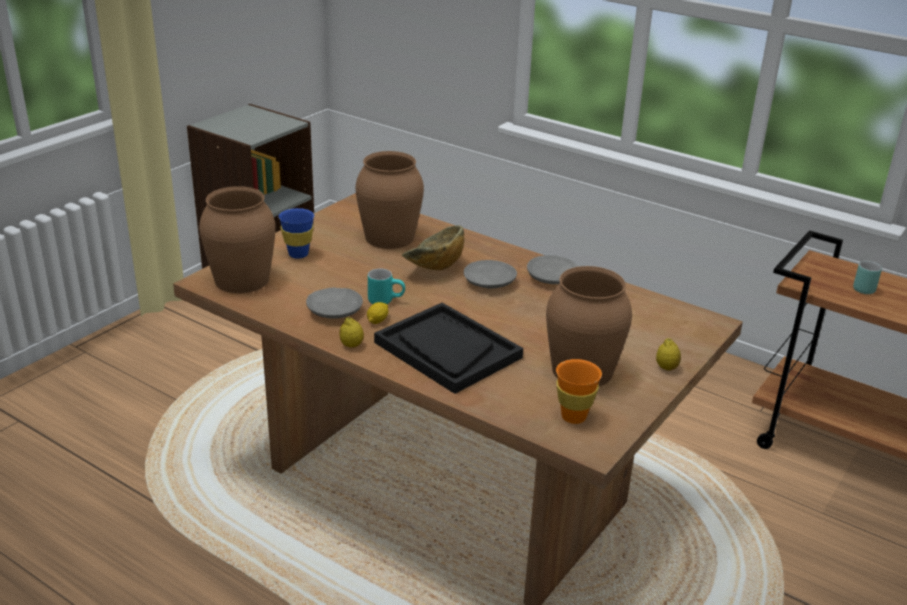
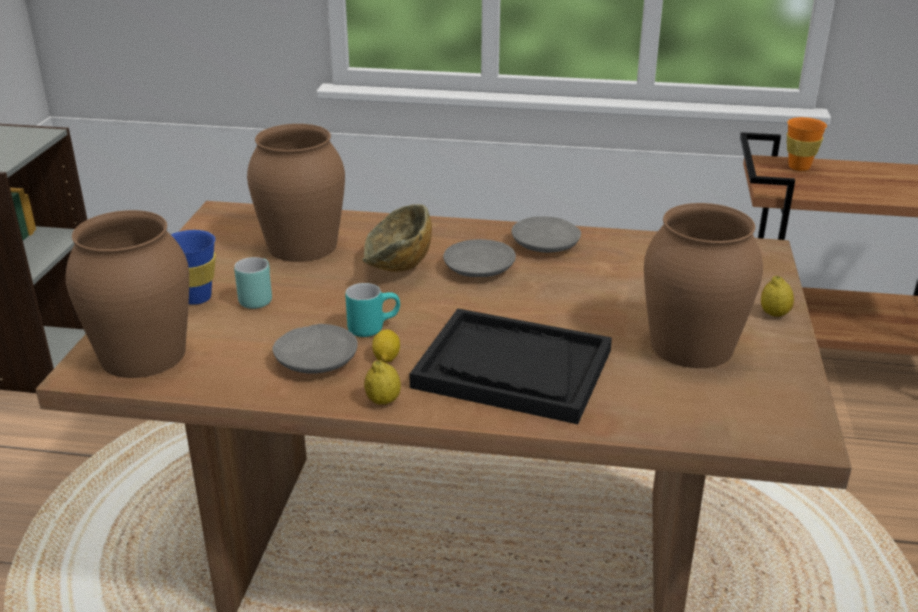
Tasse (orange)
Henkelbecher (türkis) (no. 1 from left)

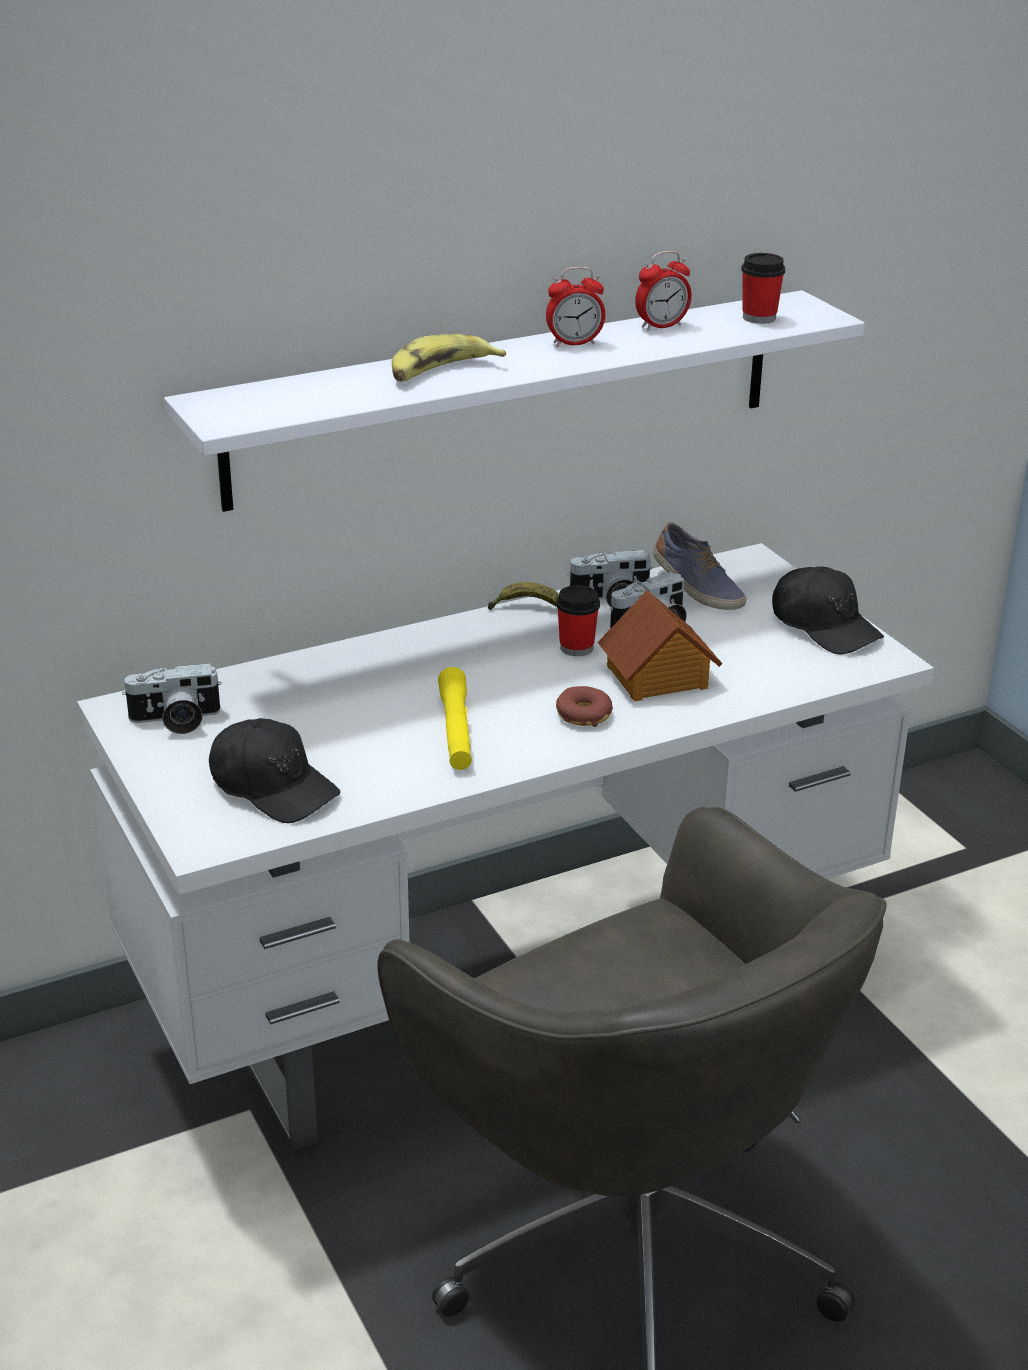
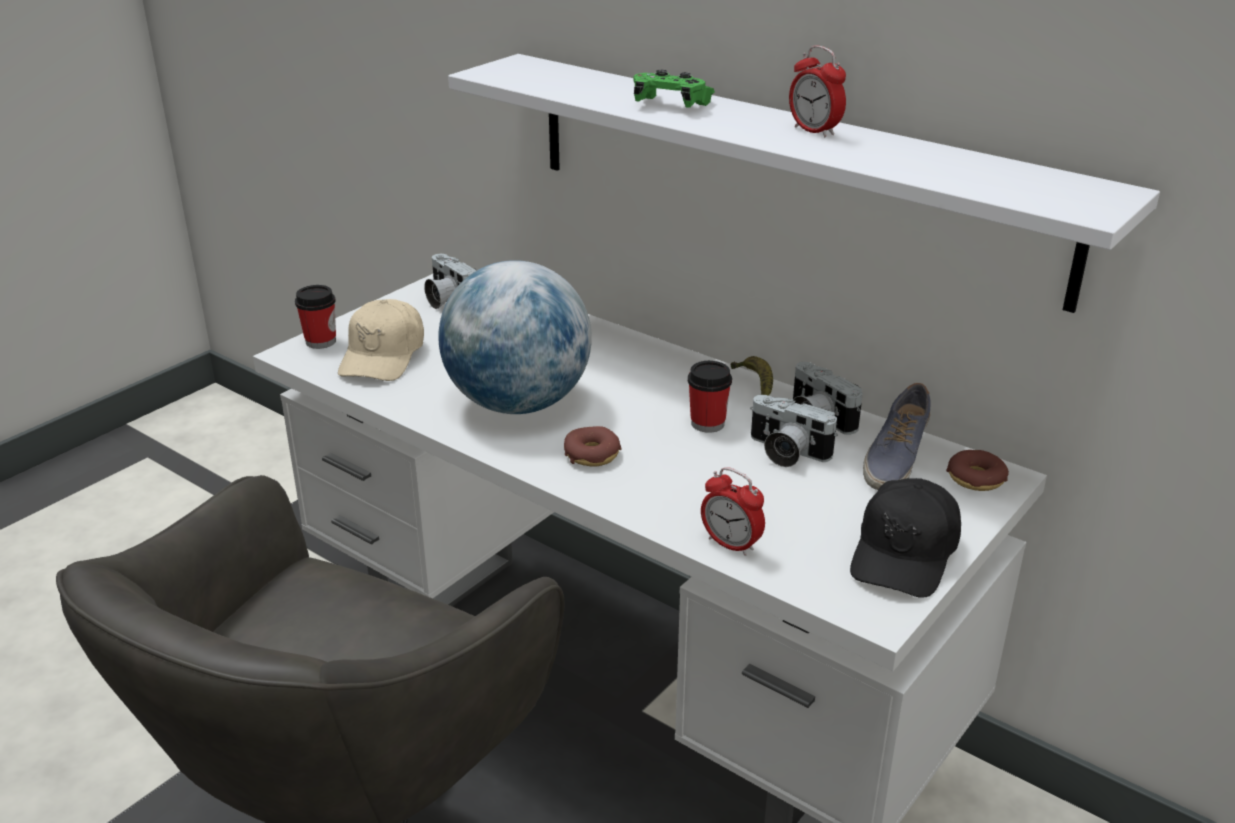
Spielzeughaus
Donut (no. 2 from left)
Wecker (no. 1 from left)
Tasse (no. 1 from left)
Gamepad (grün)
Globus
Kappe (beige)

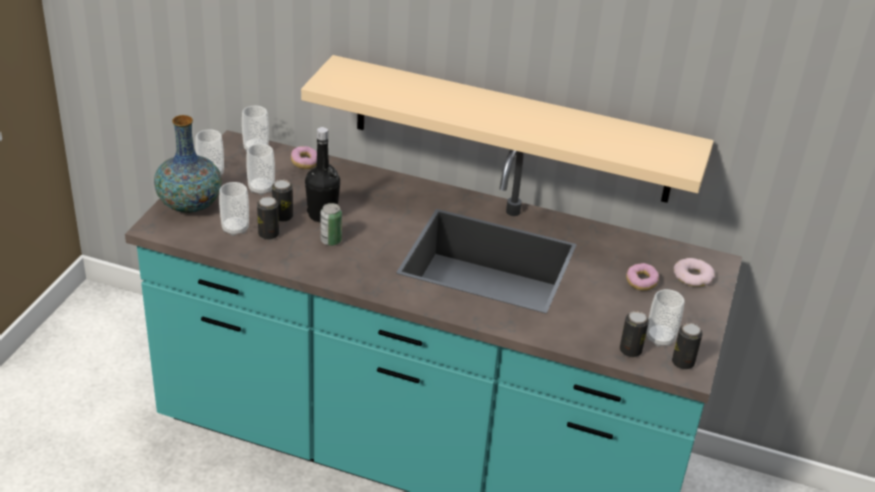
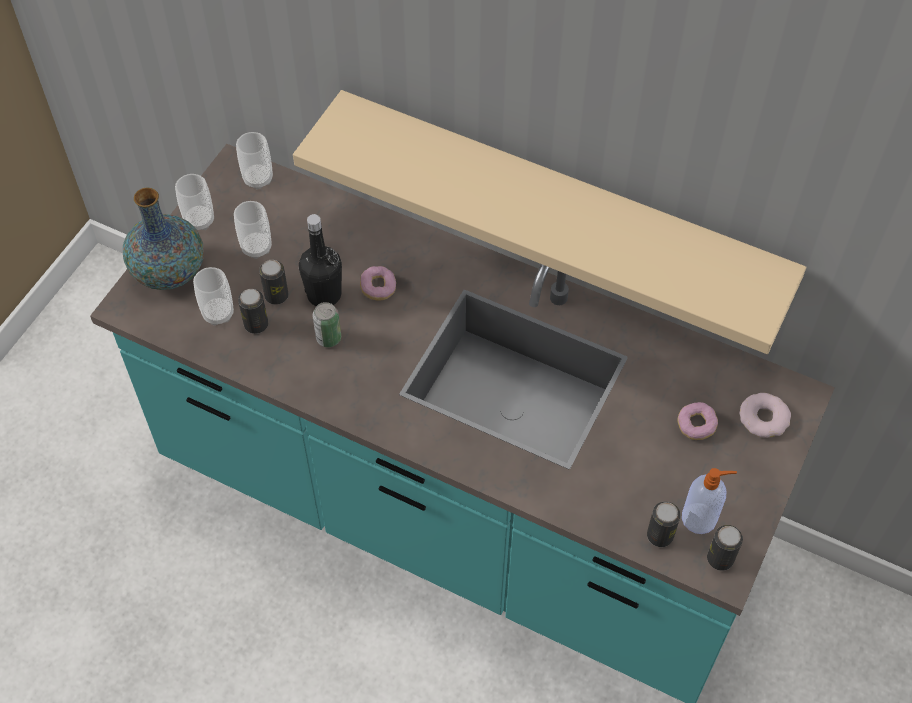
Donut (no. 1 from left)
Seifenspender

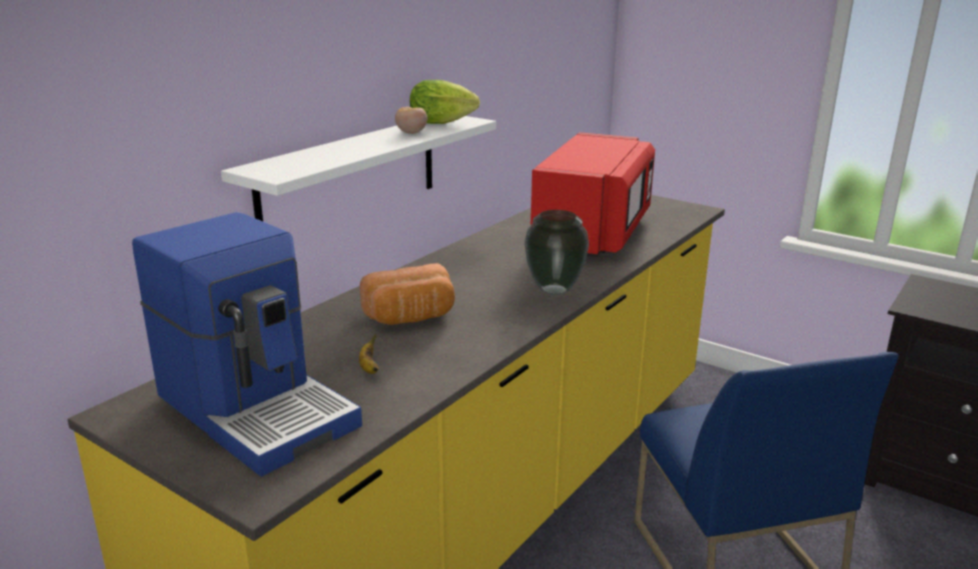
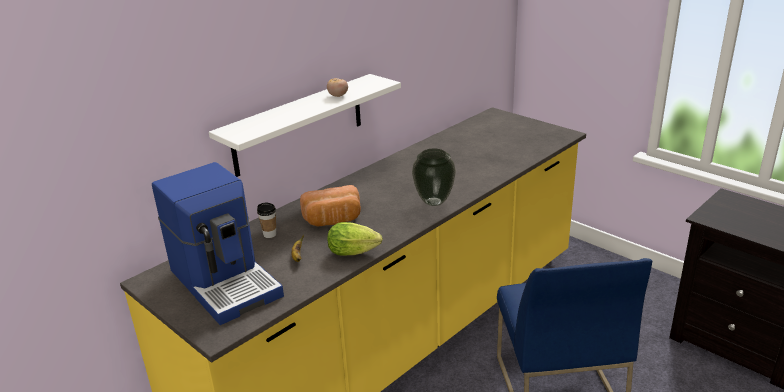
Mikrowelle (rot)
Tasse
Salatkopf

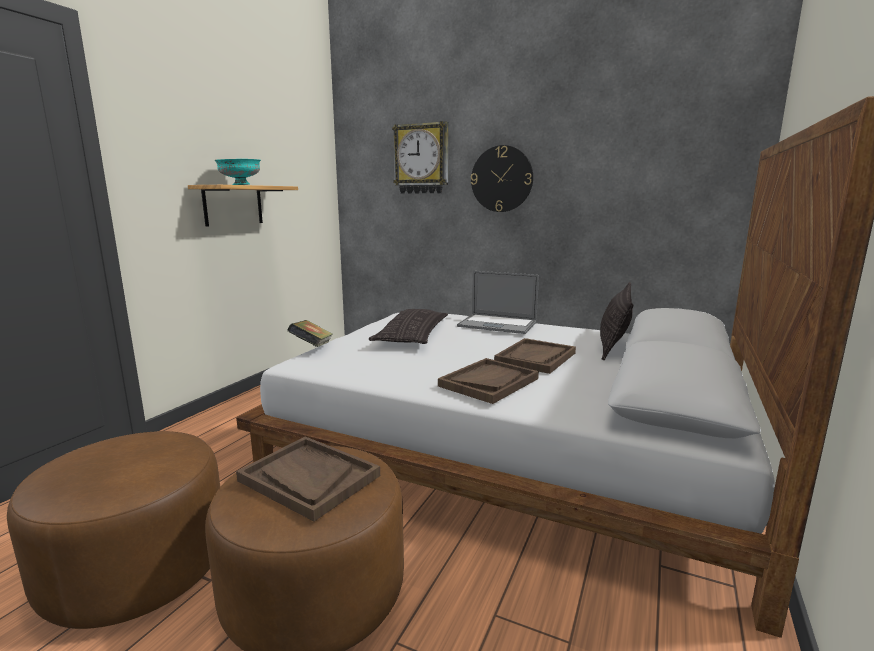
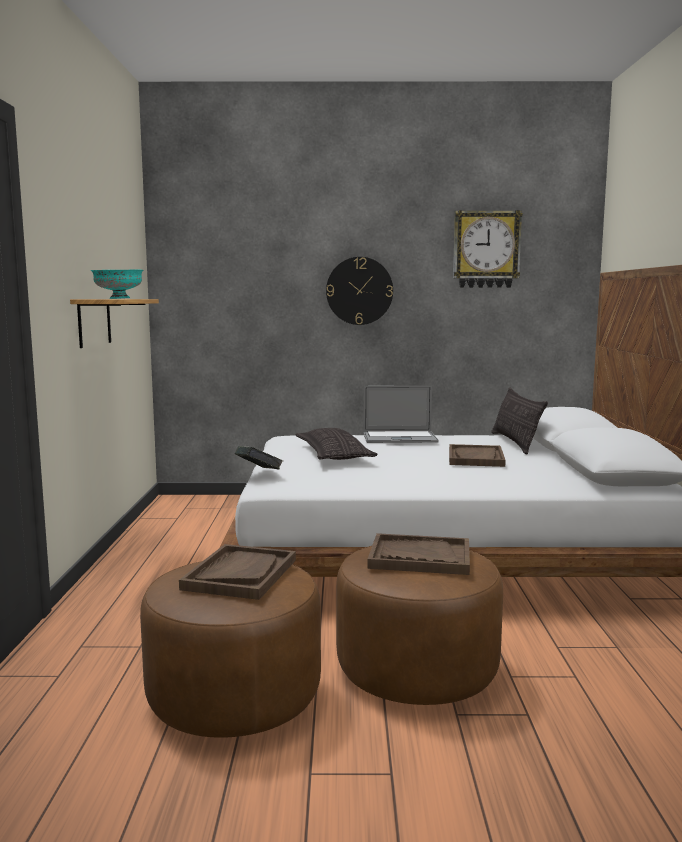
Wanduhr (no. 2 from left)
Tablett (braun) (no. 1 from left)

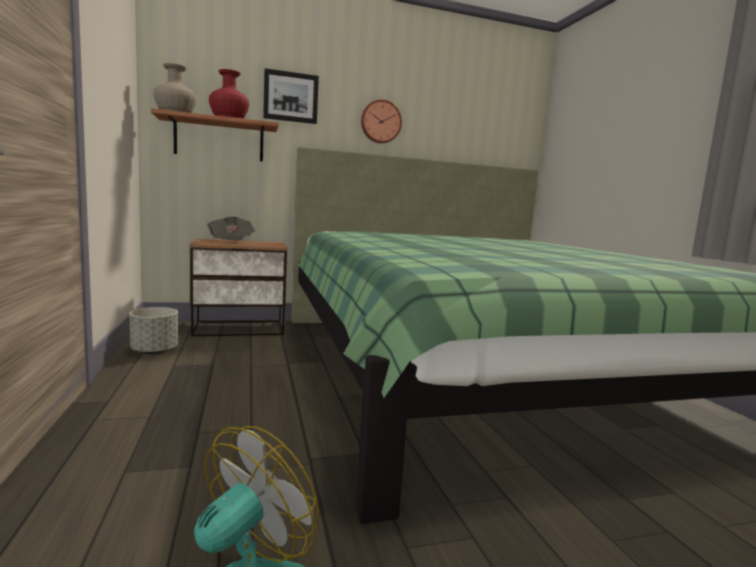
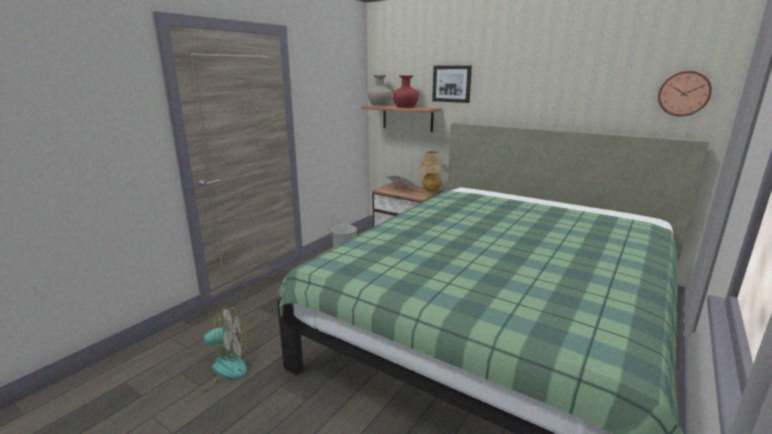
Tischlampe
Wanduhr

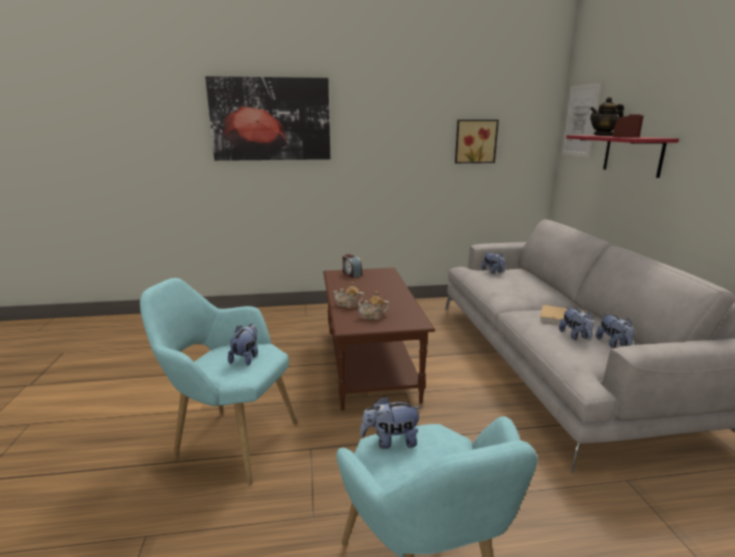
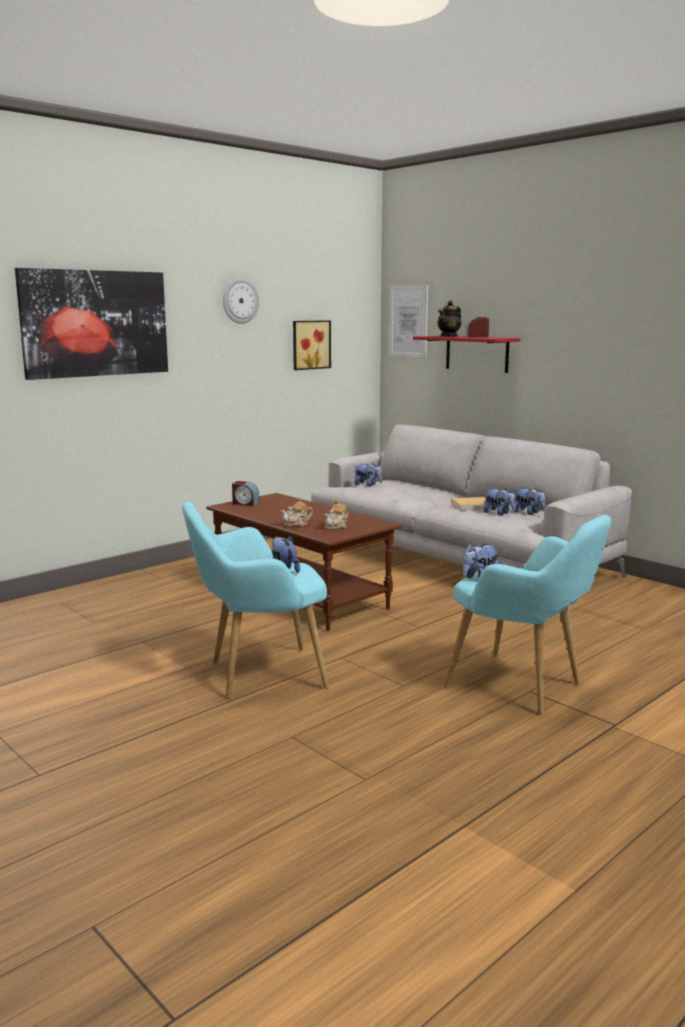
Wanduhr

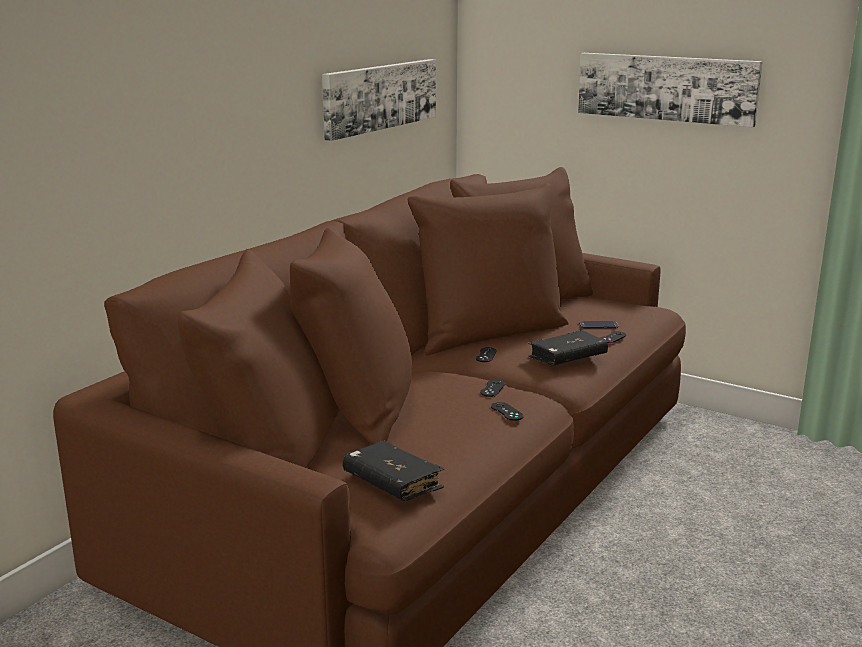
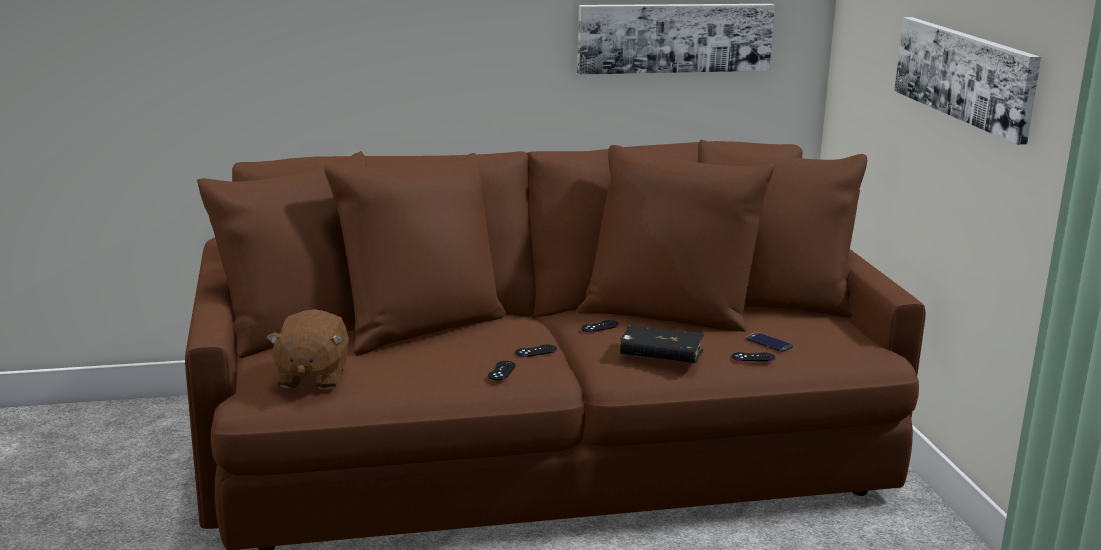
Plüschtier (braun)

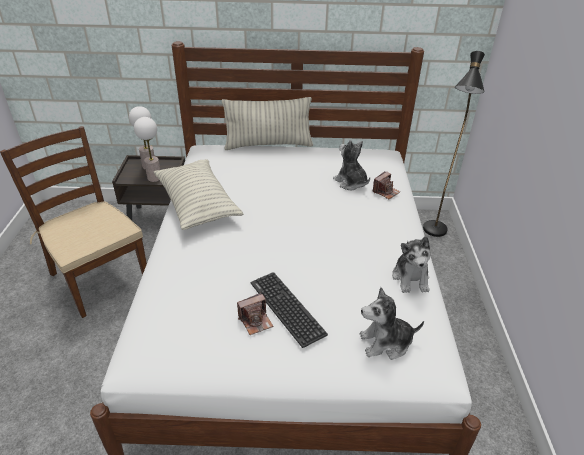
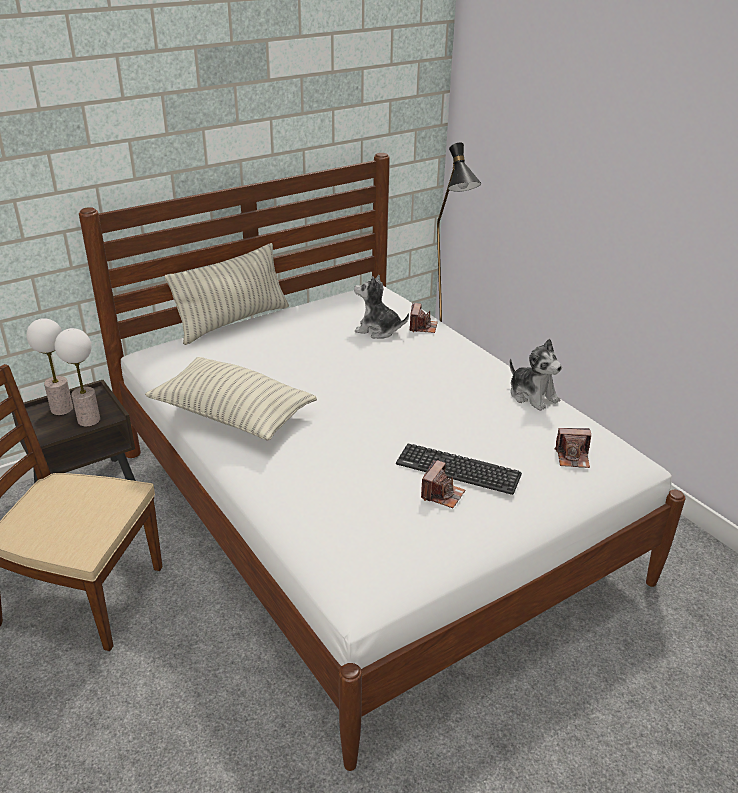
Kamera (no. 3 from left)

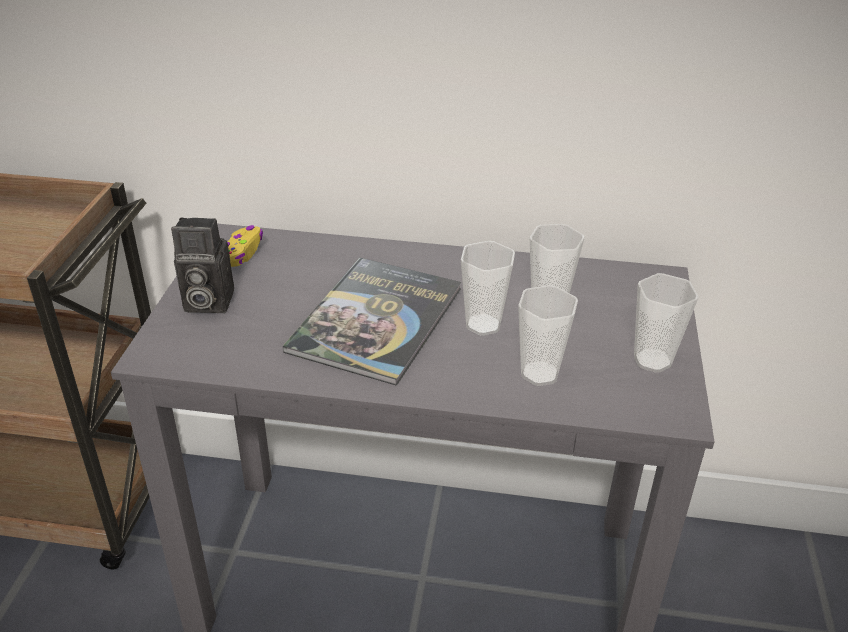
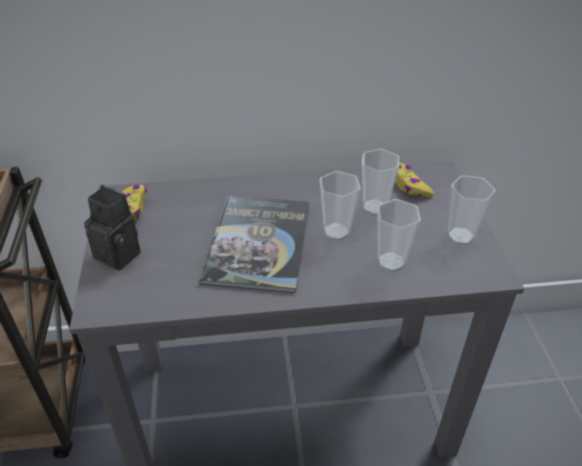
Gamepad (gelb) (no. 2 from left)
Kamera

